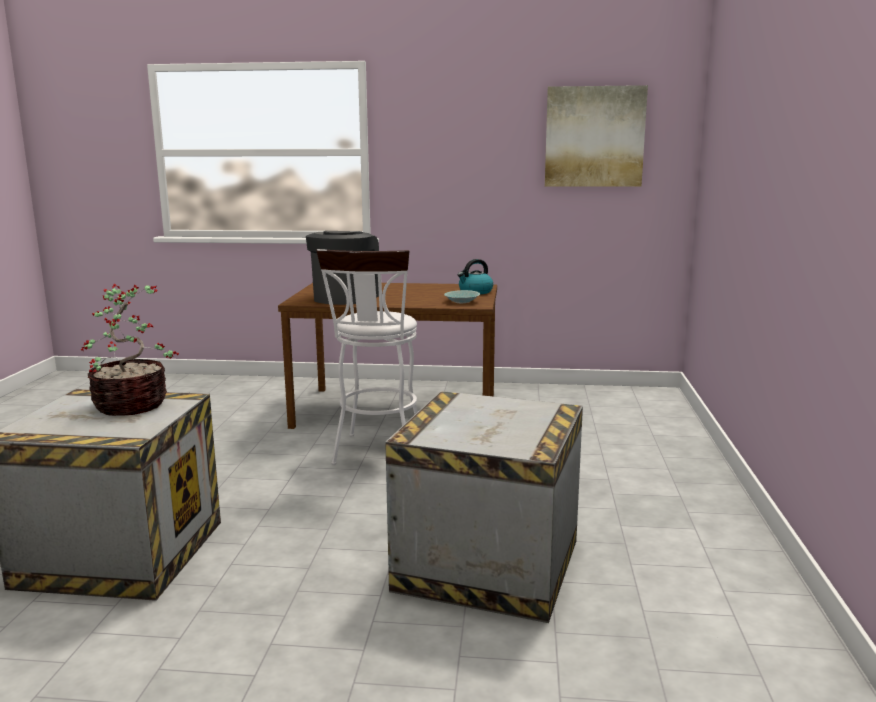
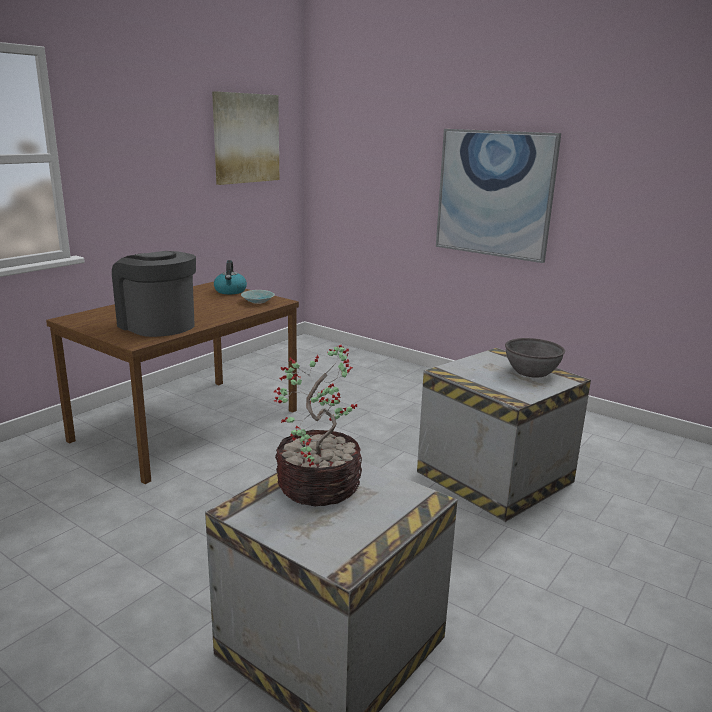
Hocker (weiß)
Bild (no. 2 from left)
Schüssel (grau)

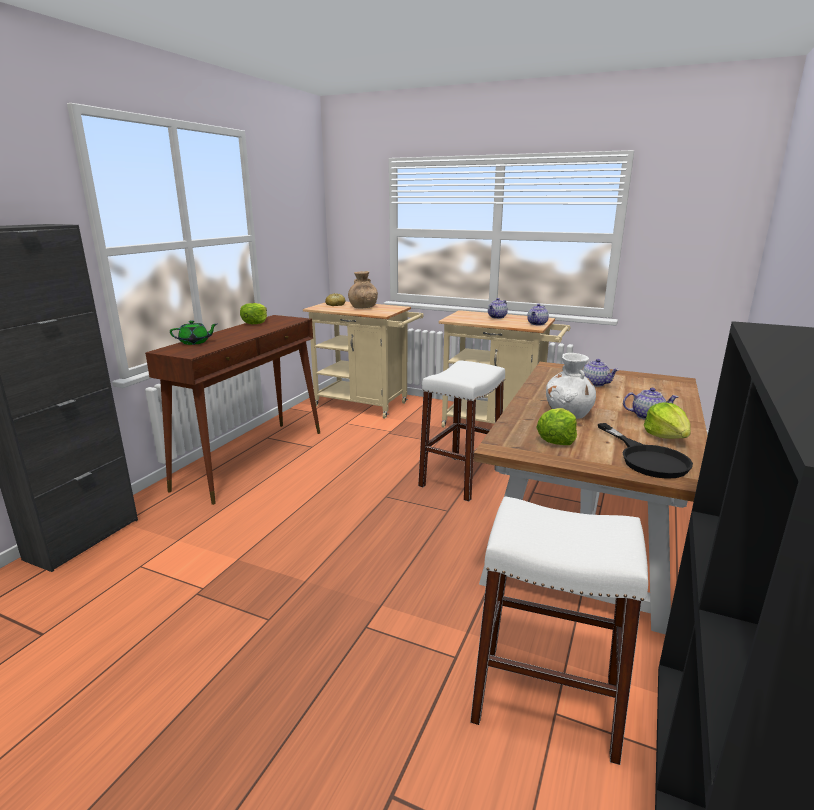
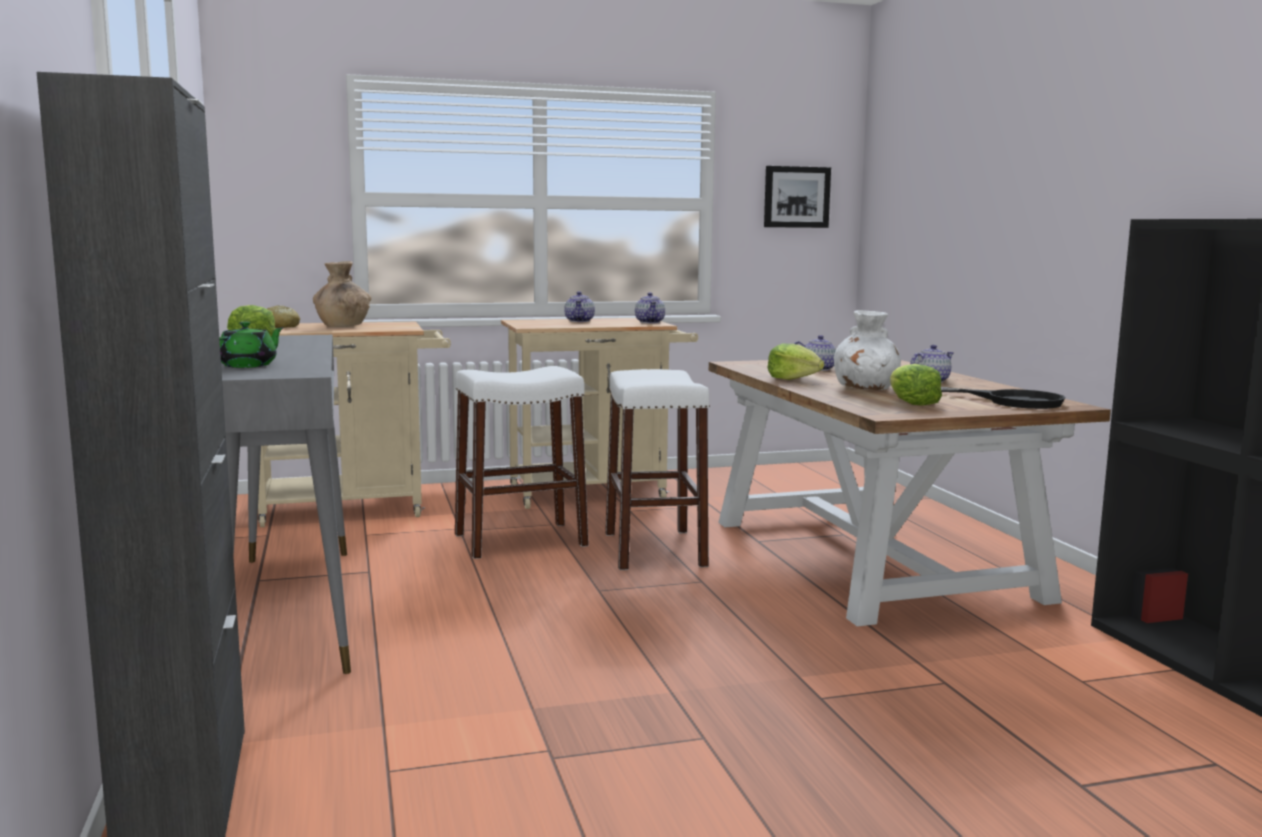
Bild
Hocker (weiß) (no. 1 from left)
Salatkopf (no. 2 from left)
Konsolentisch (grau)

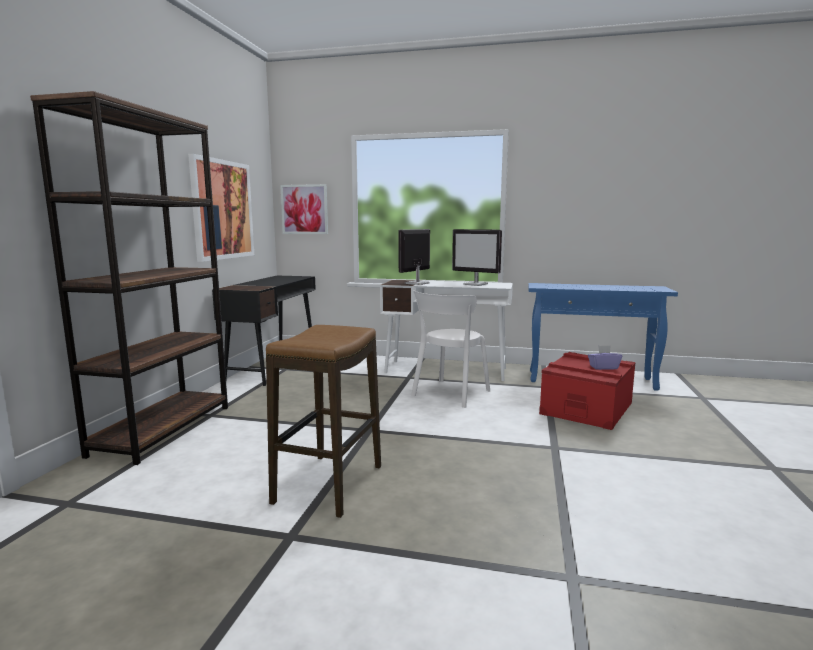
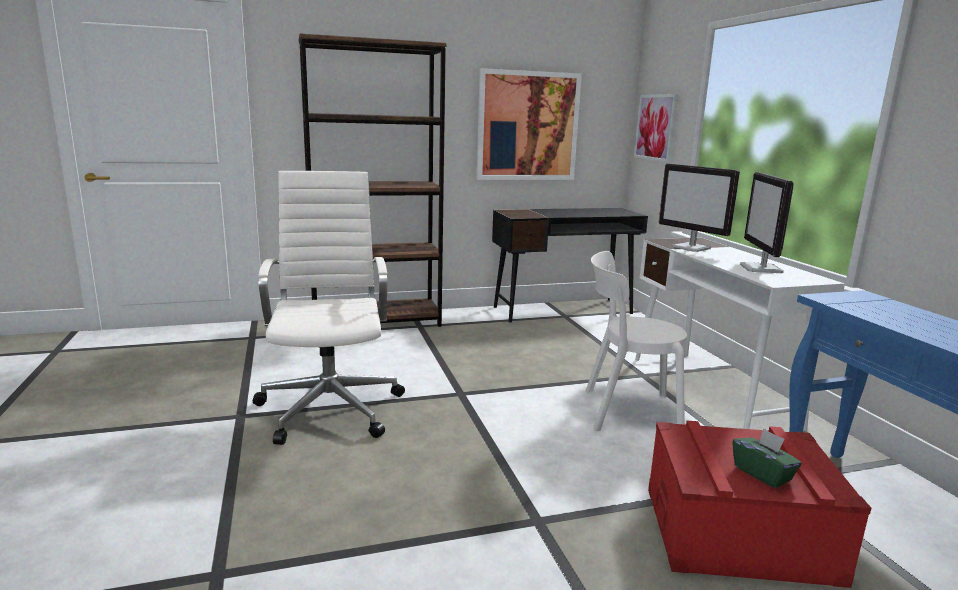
Bürostuhl (weiß)
Taschentuchbox (grün)
Monitor (no. 1 from left)

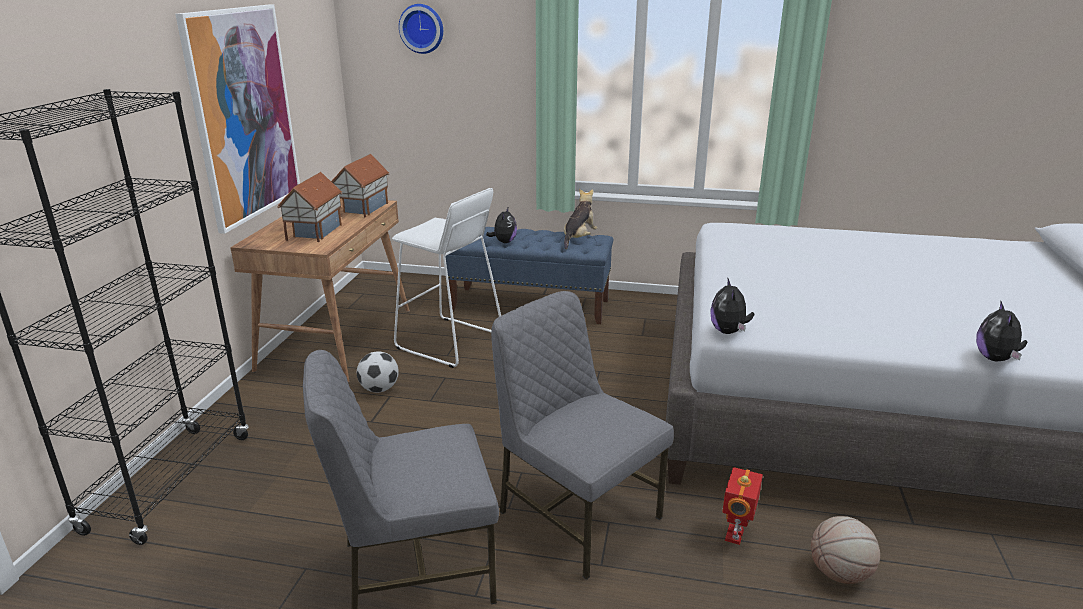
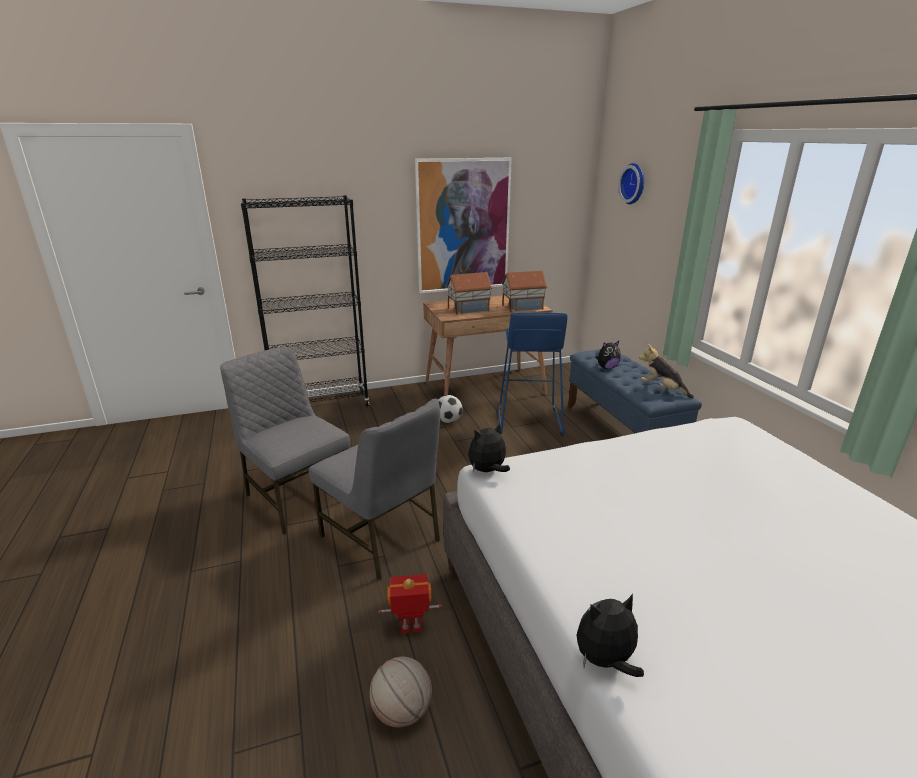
Hocker (blau)
Stuhl (grau) (no. 2 from left)
Plüschtier (no. 4 from left)

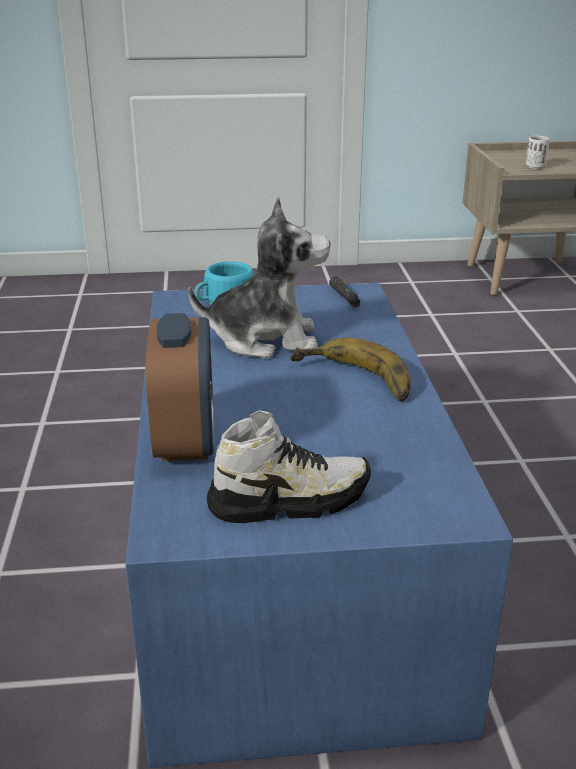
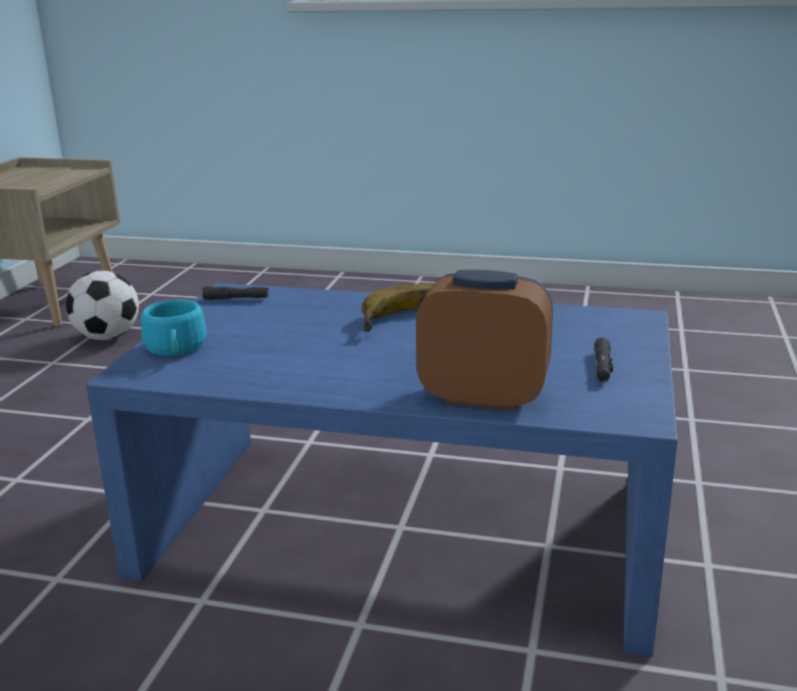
Plüschtier
Tasse (weiß)
Fußball
Taschenlampe (schwarz) (no. 2 from left)

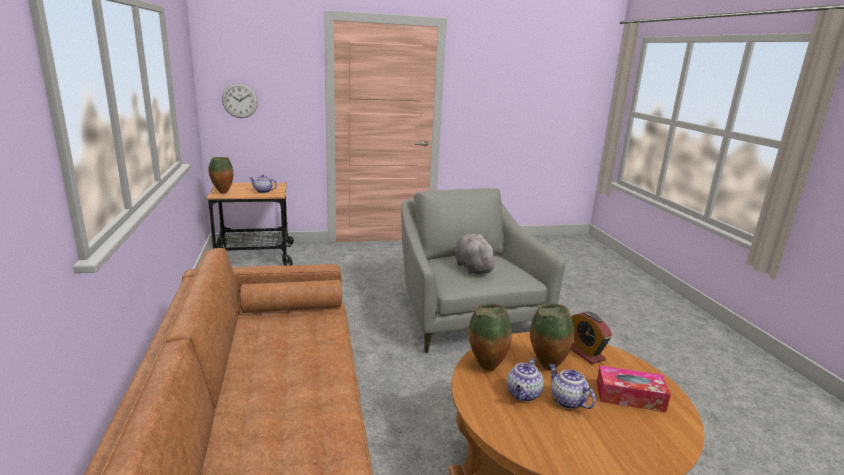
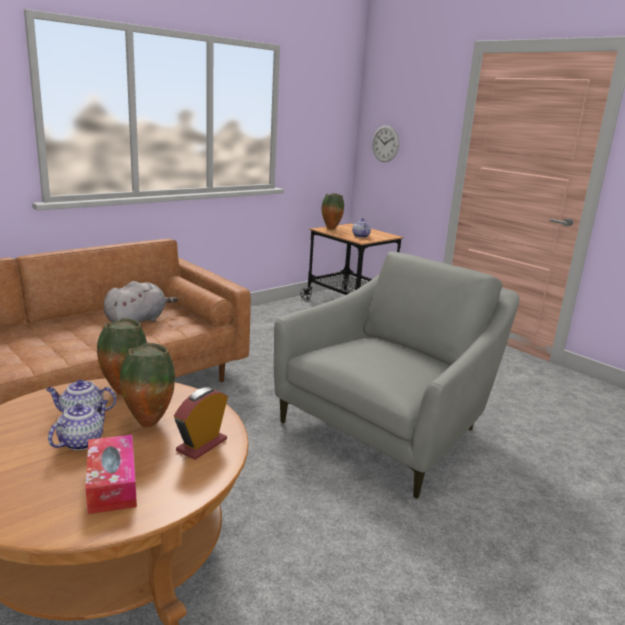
Plüschtier (grau)

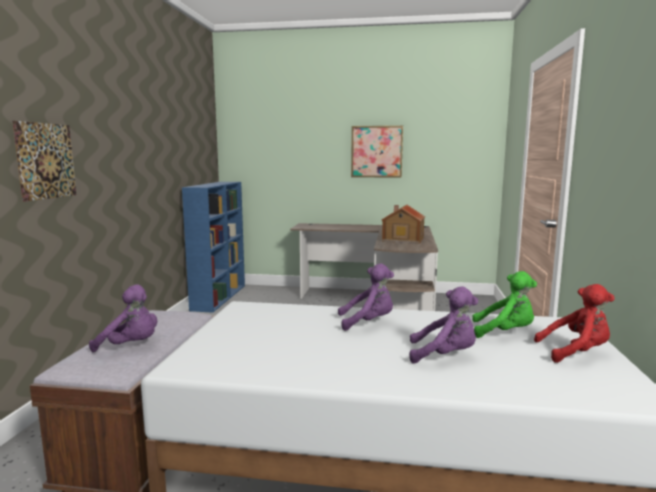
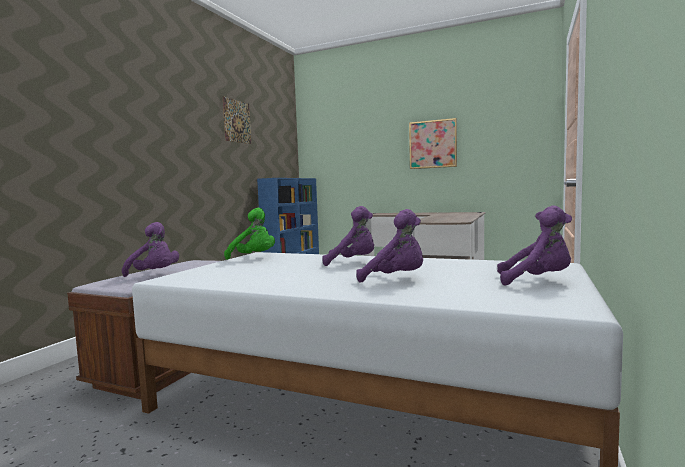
Spielzeughaus
Bild (no. 1 from left)
Plüschtier (grün)
Plüschtier (lila) (no. 4 from left)

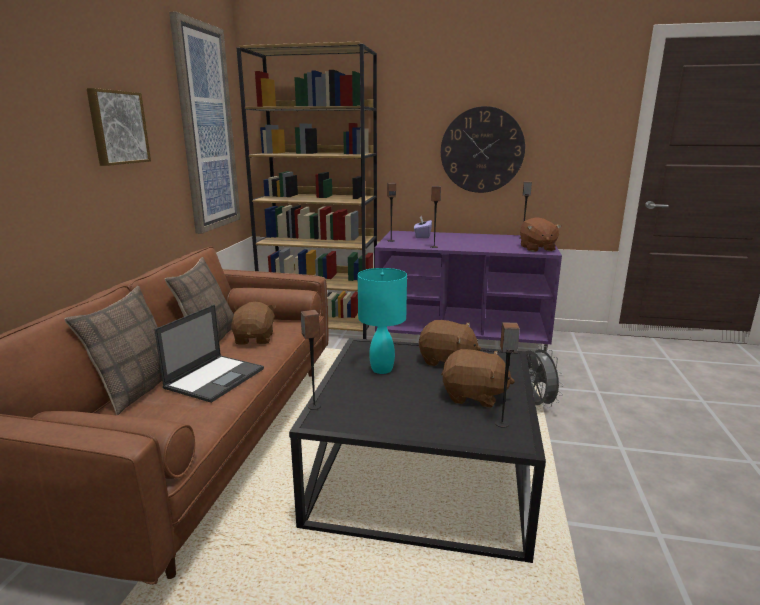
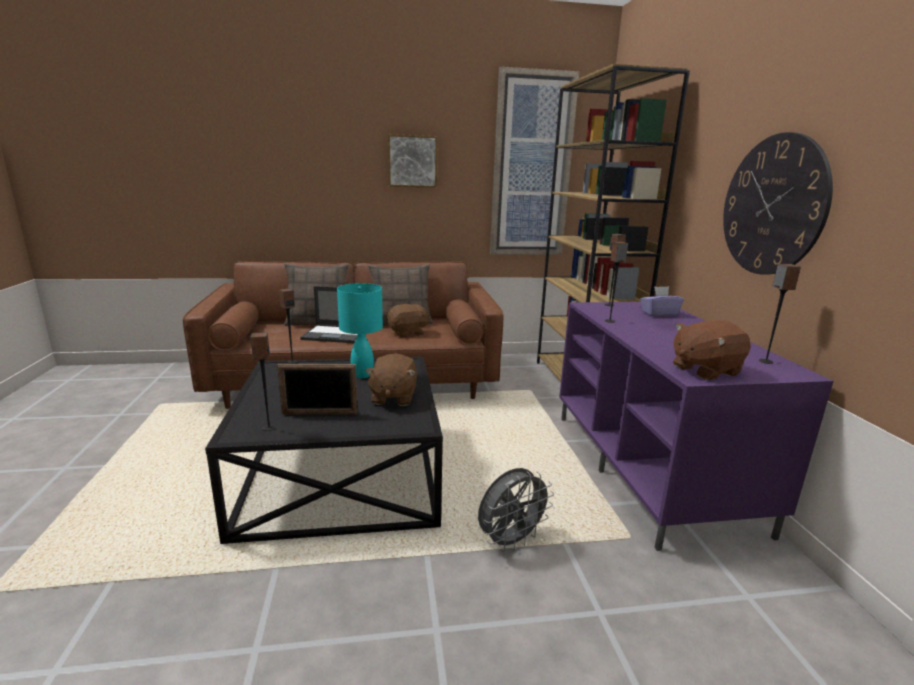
Bilderrahmen

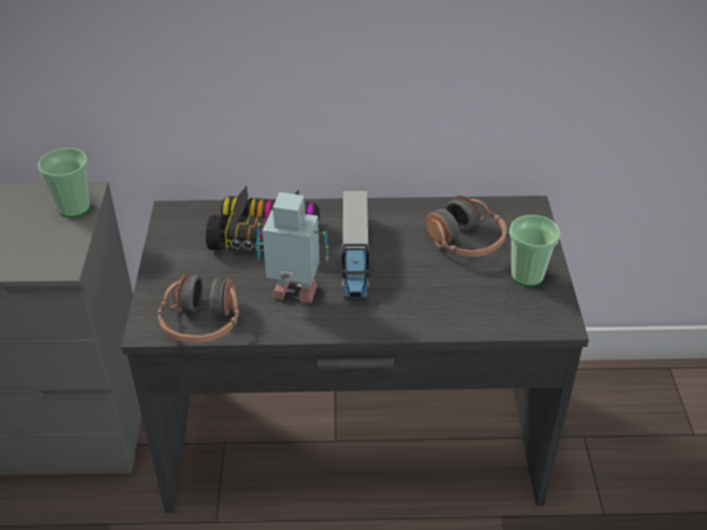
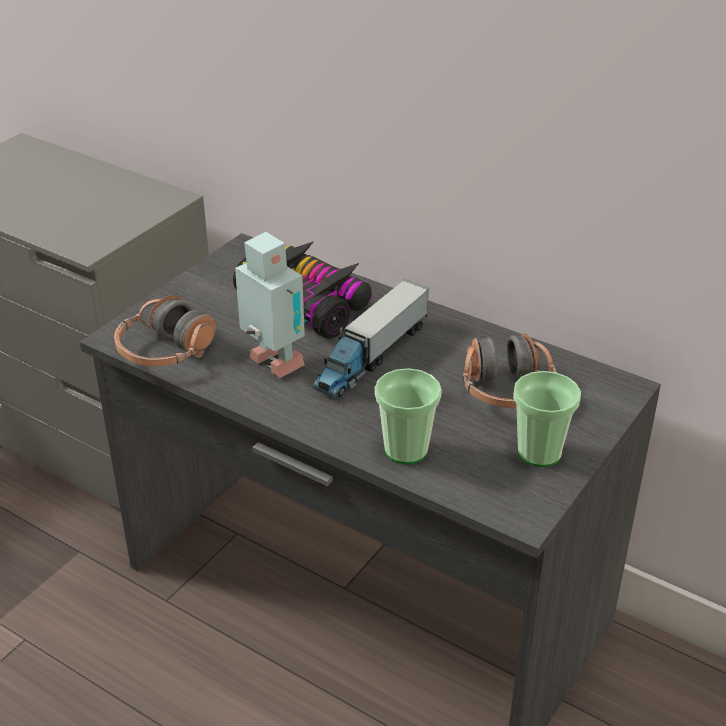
Tasse (no. 1 from left)

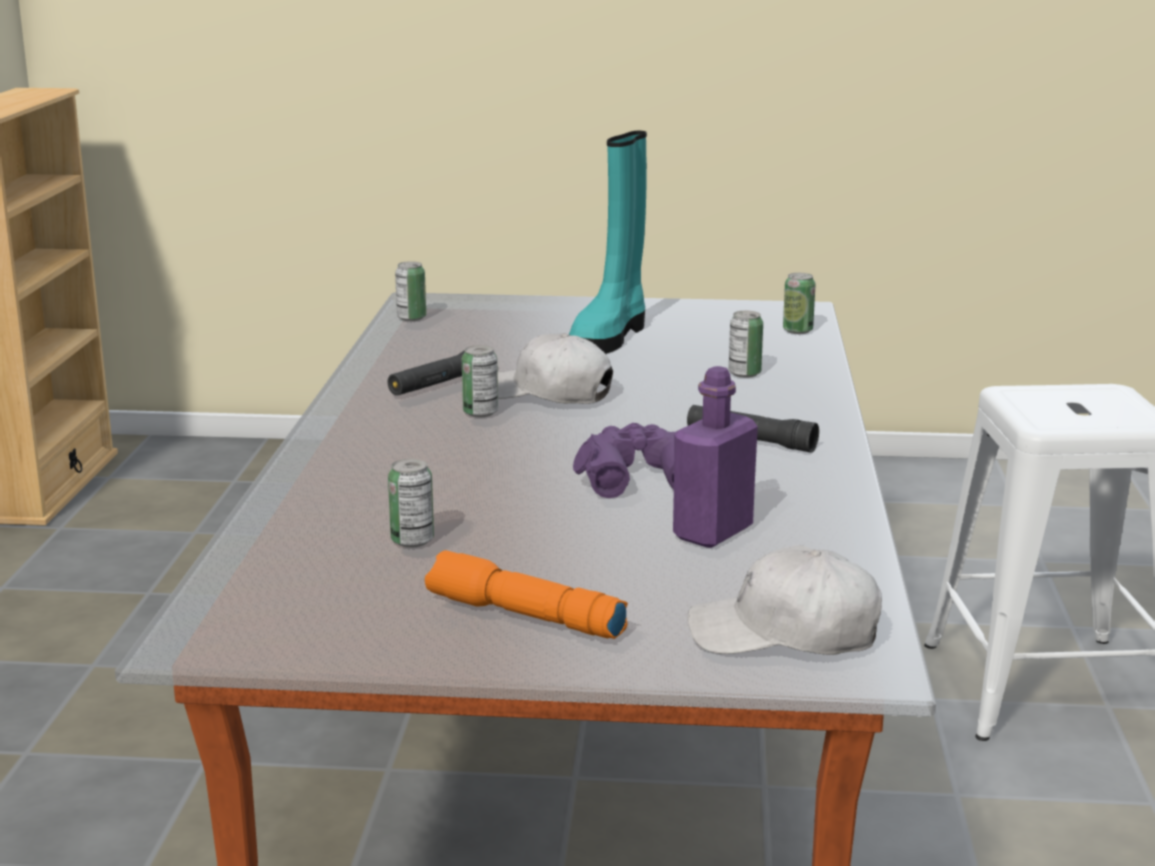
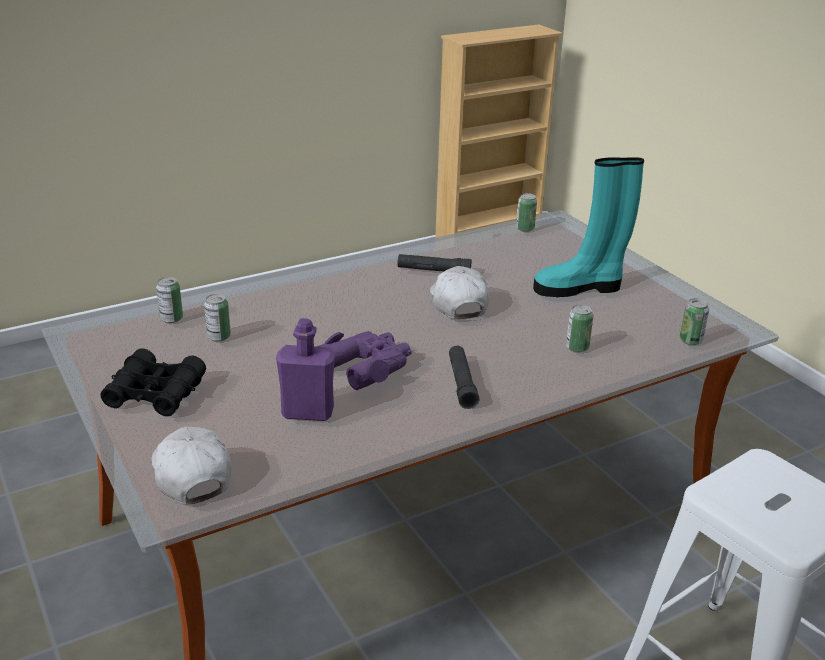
Dose (no. 1 from left)
Fernglas (schwarz)

